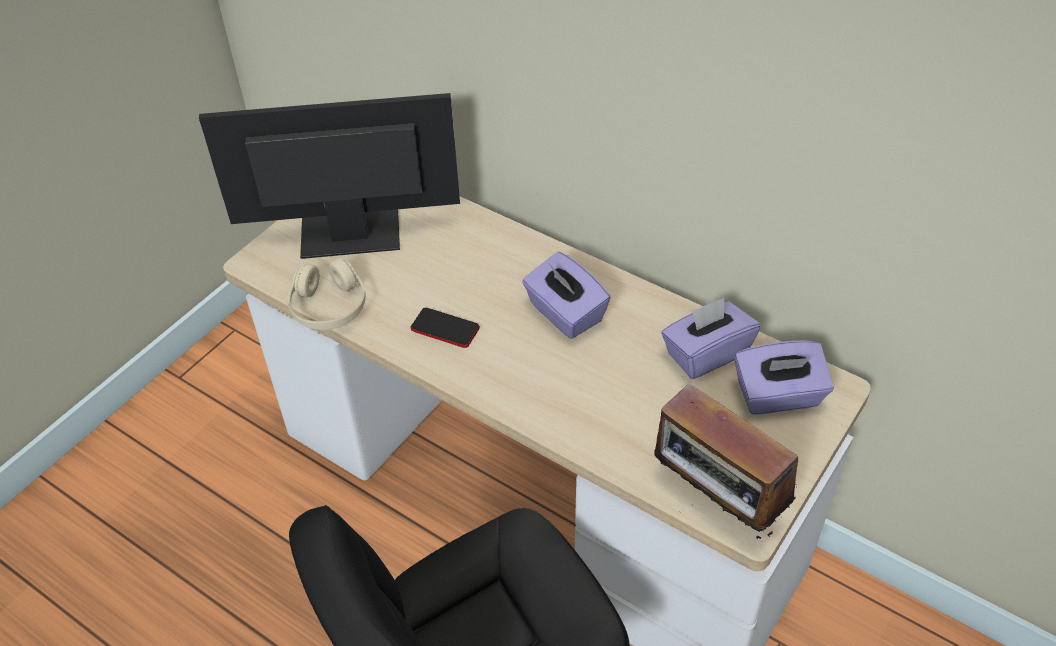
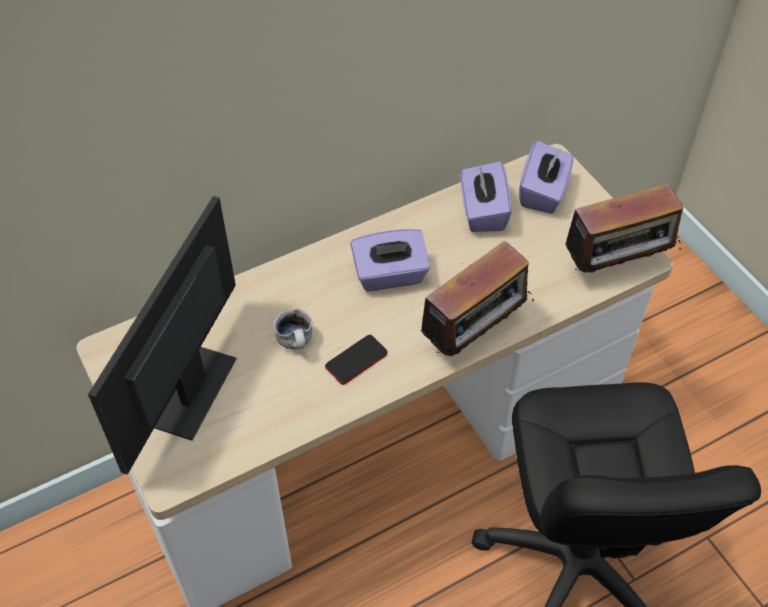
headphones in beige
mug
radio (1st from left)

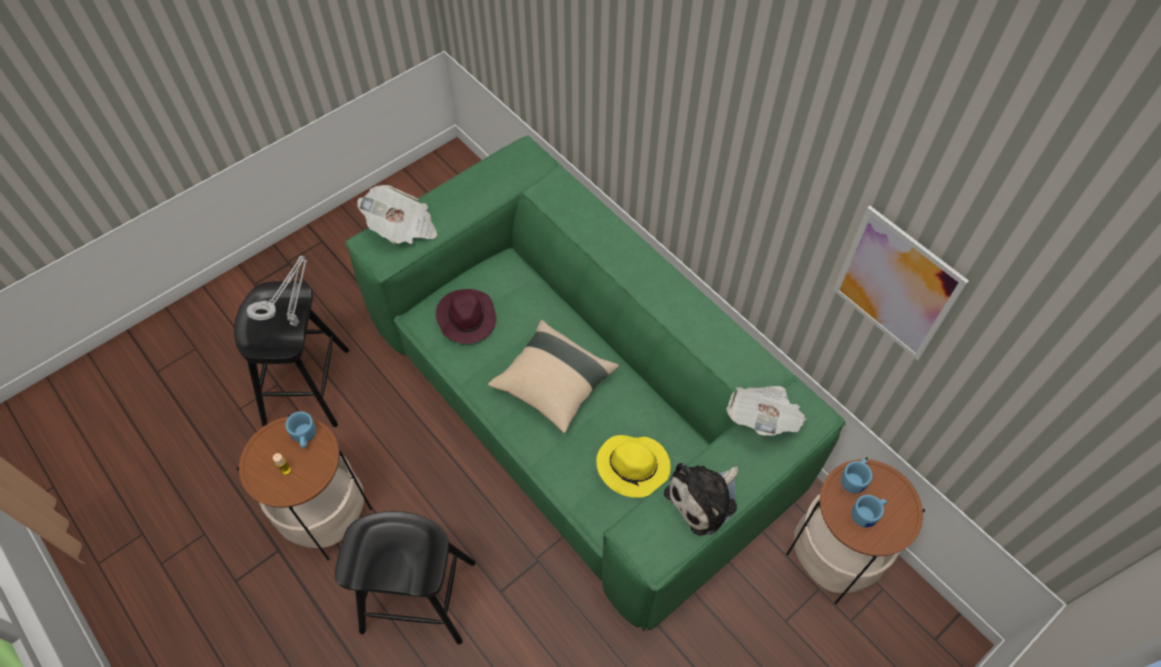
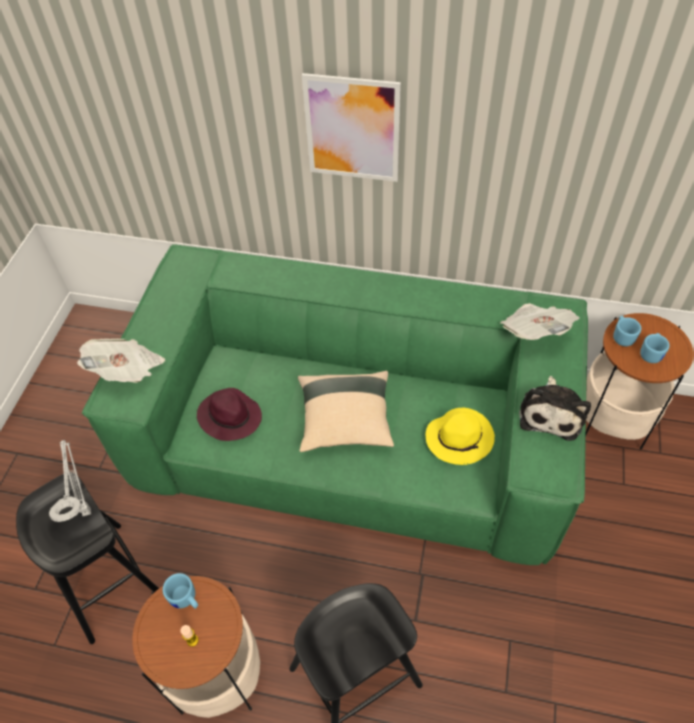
picture

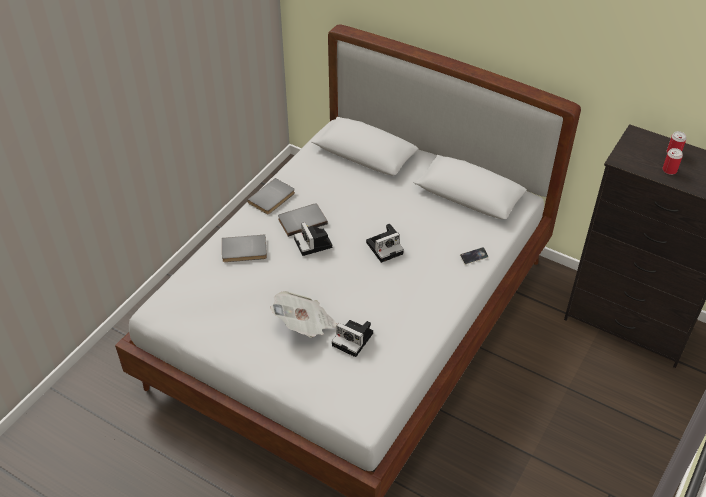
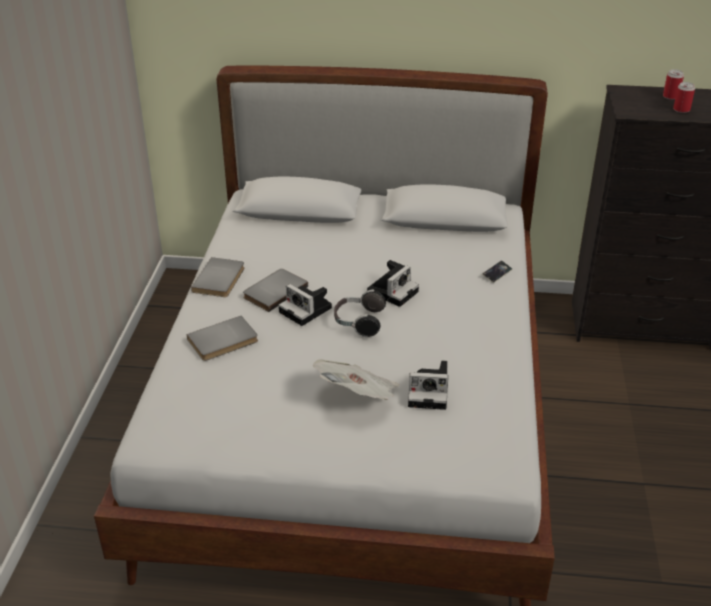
headphones

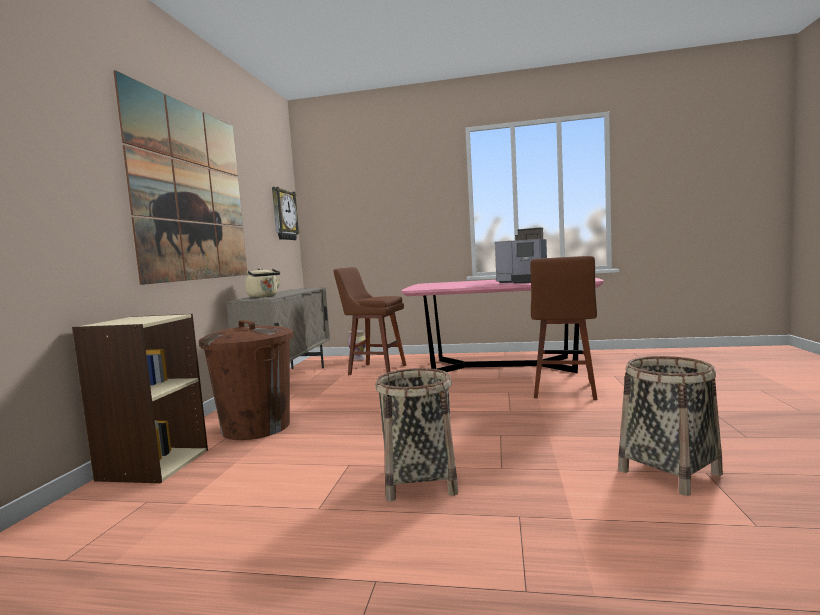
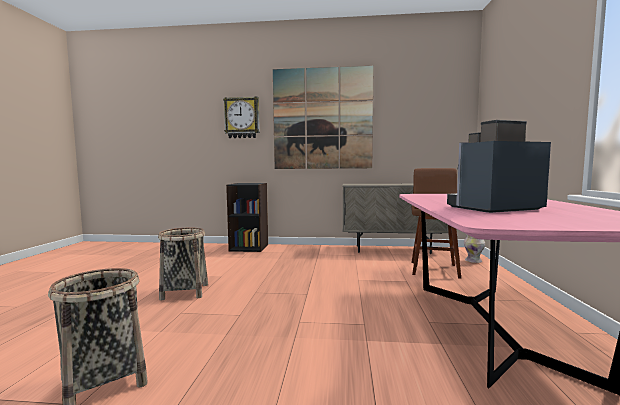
bookcase in black
trash can in brown
kettle in beige
wall clock
coffee machine
stool in brown (2nd from left in the first image)

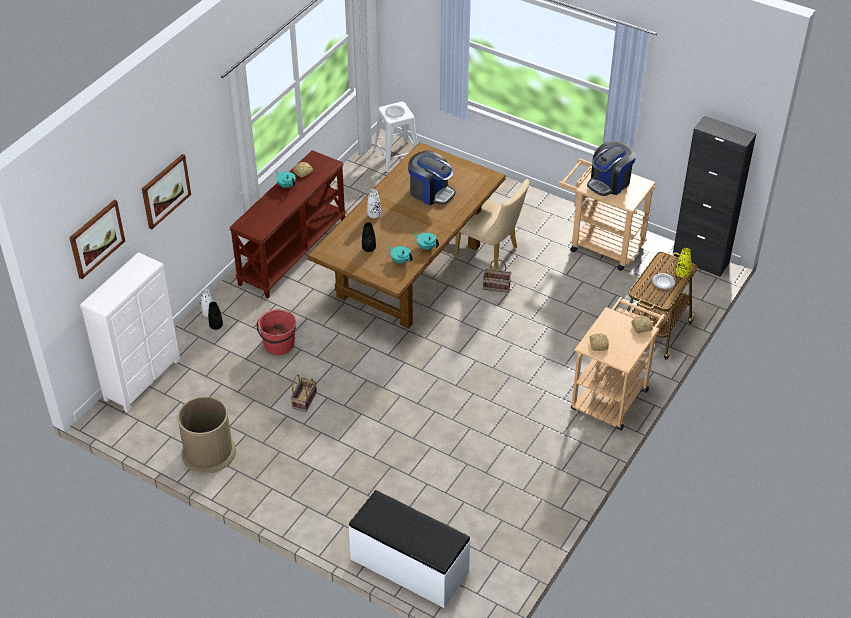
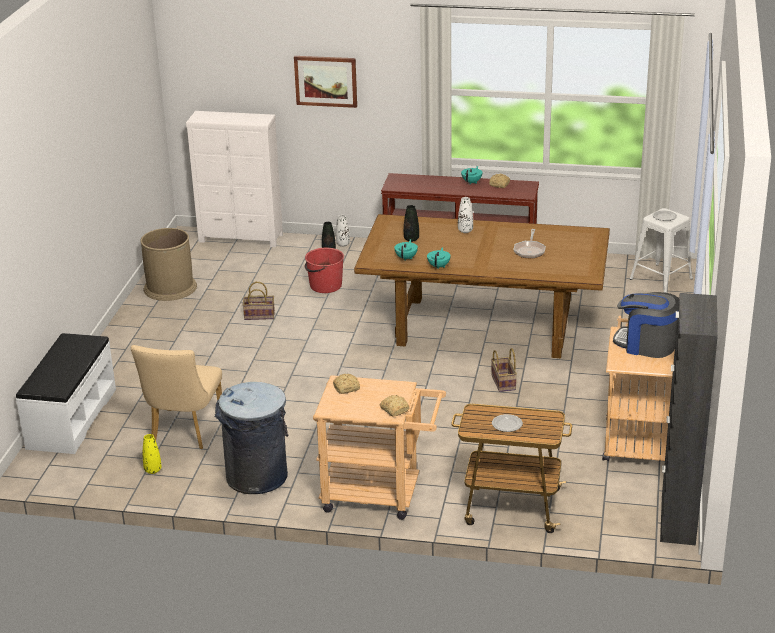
picture (1st from left in the first image)
frying pan
chair in beige
vase in yellow
trash can in grey

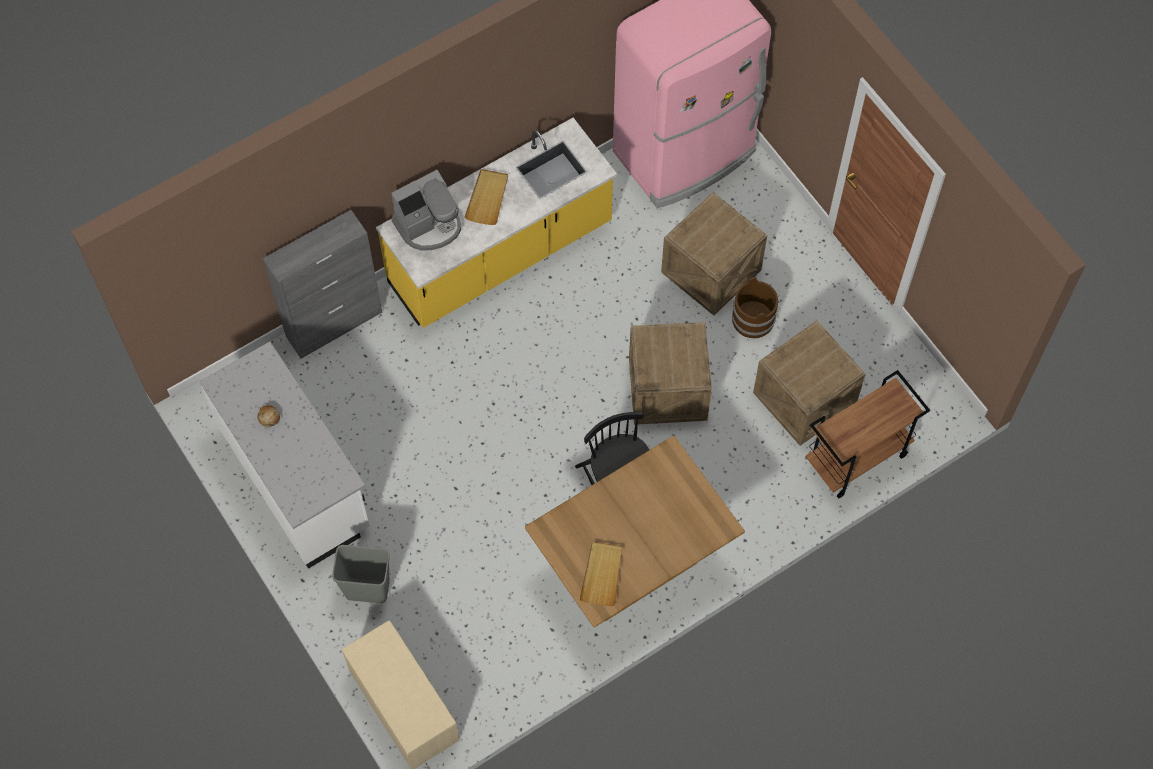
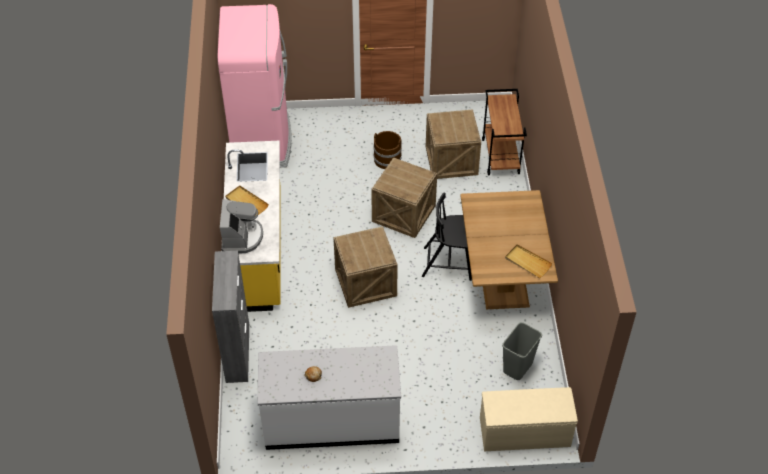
trash can in grey
crate (1st from left)

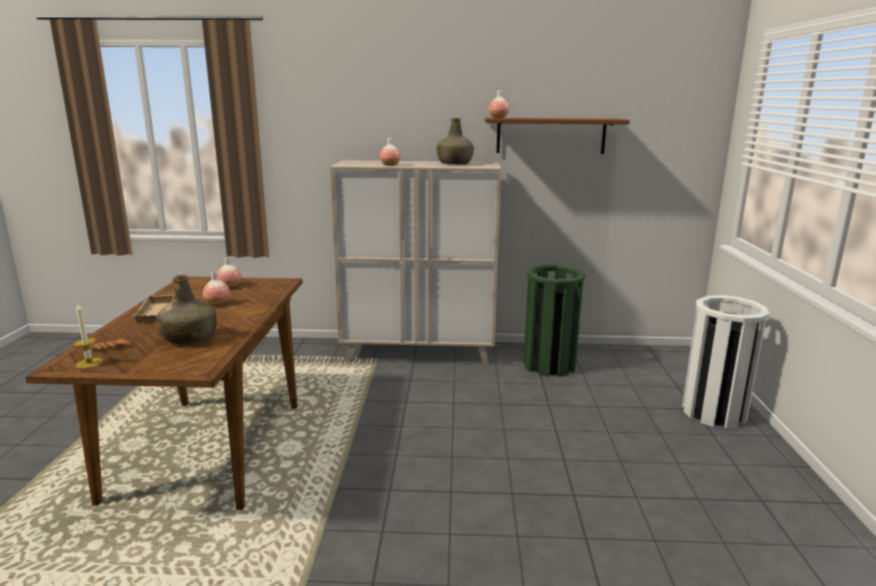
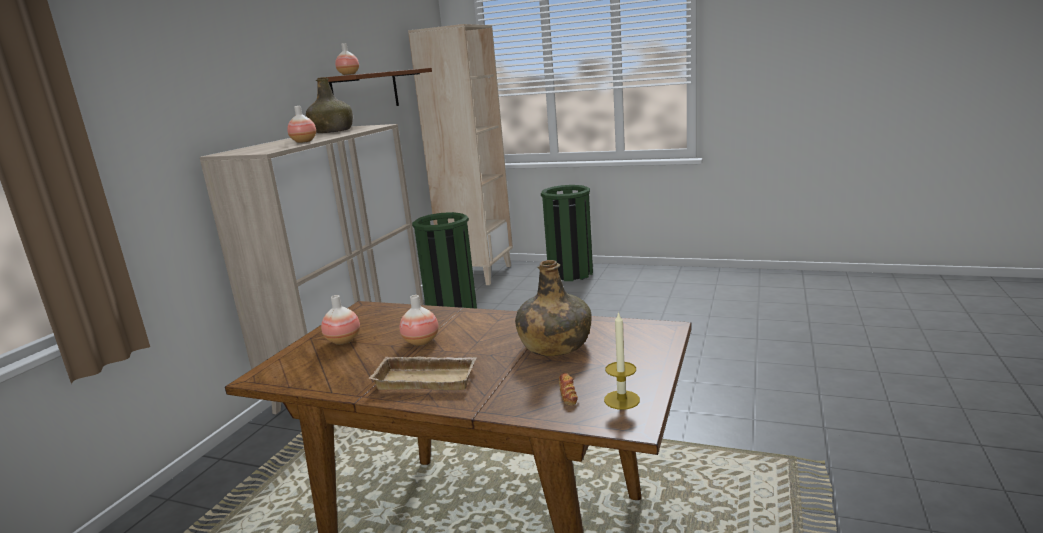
trash can in green (2nd from left)
bookcase in beige

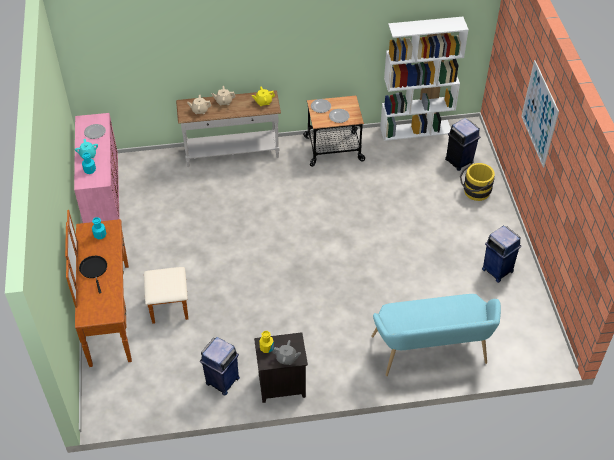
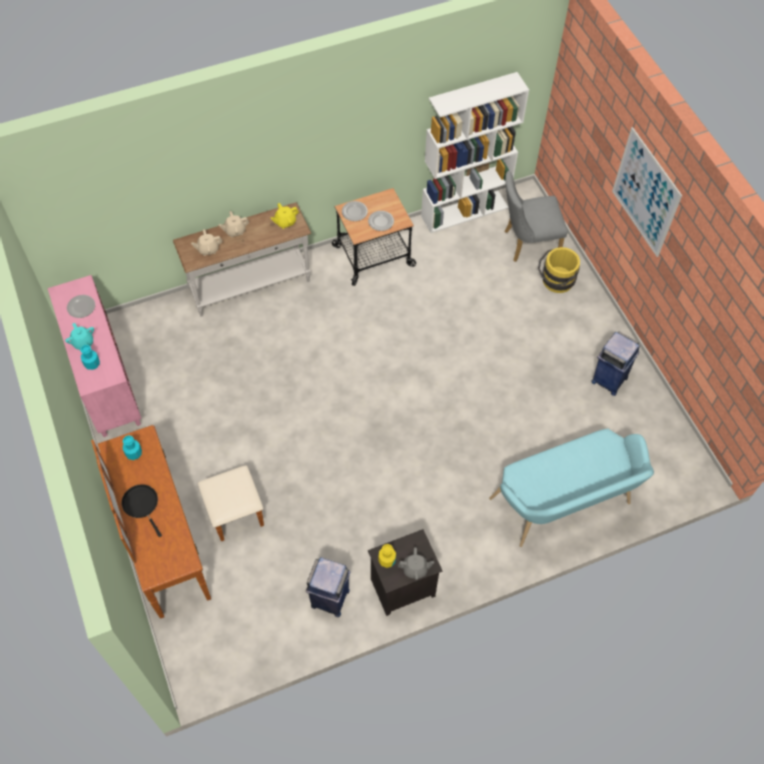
chair in grey

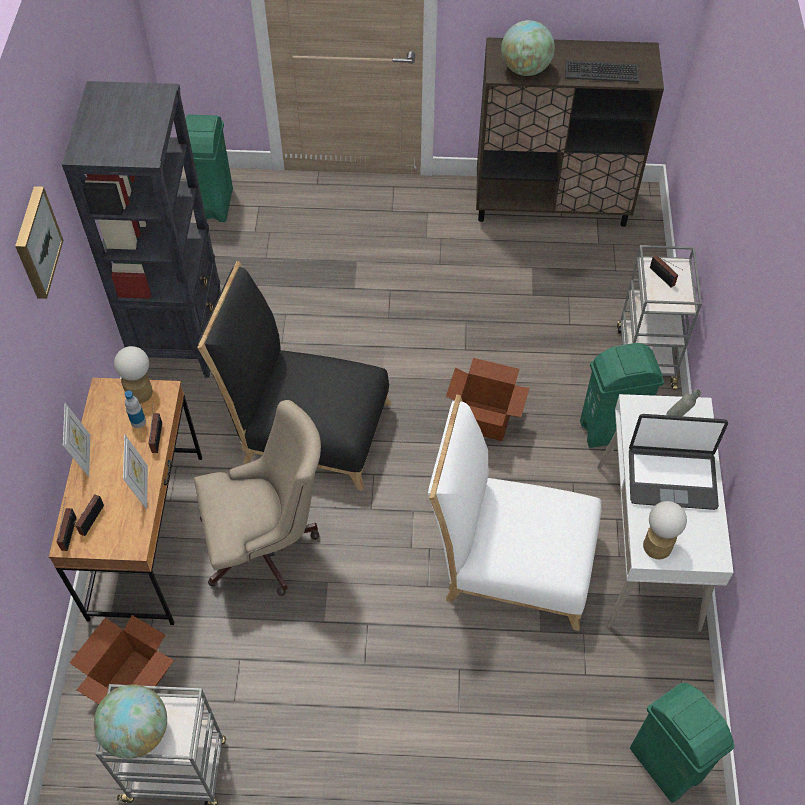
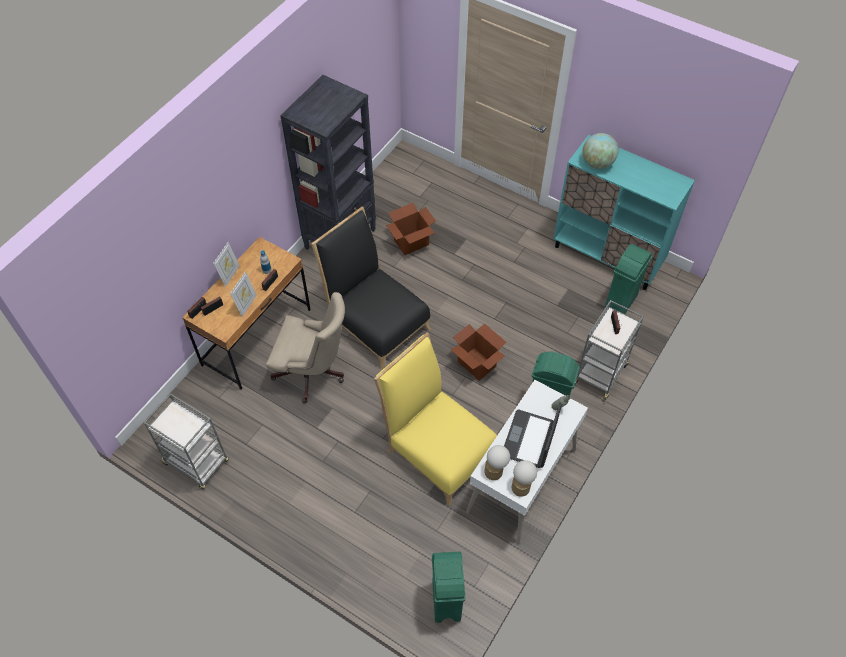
picture
cardboard box (1st from left)
globe (1st from left in the first image)
table lamp (2nd from left)
trash can in green (3rd from left)
chair in yellow
cabinet in turquoise
keyboard
laptop

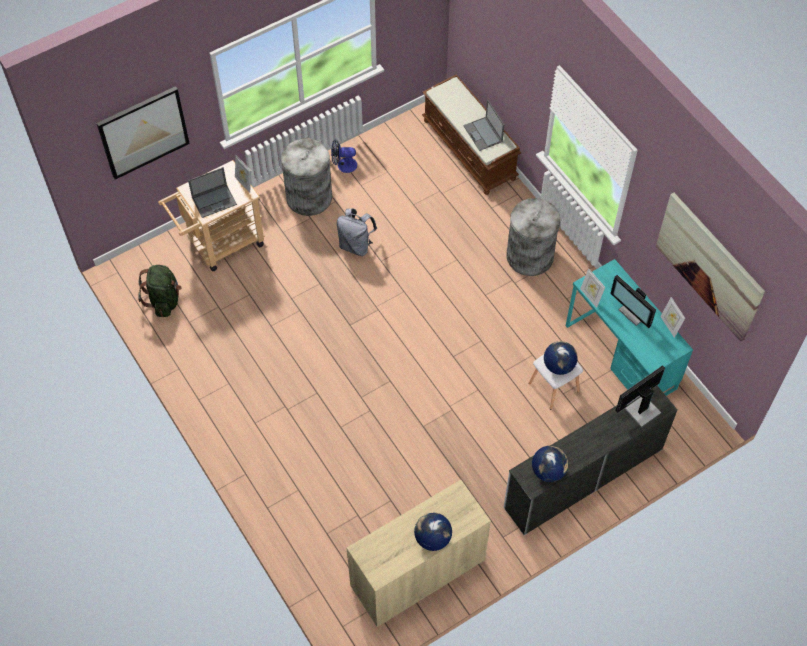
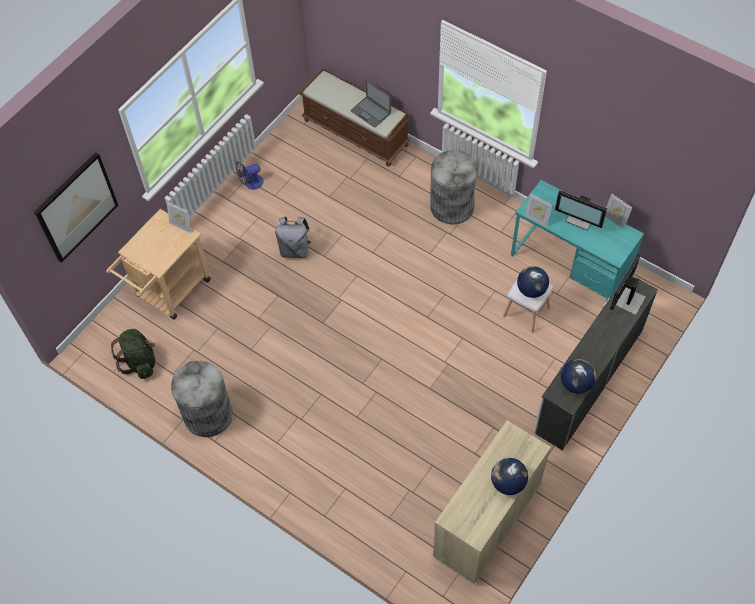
laptop (1st from left in the first image)
trash can in grey (1st from left)
picture (2nd from left in the first image)

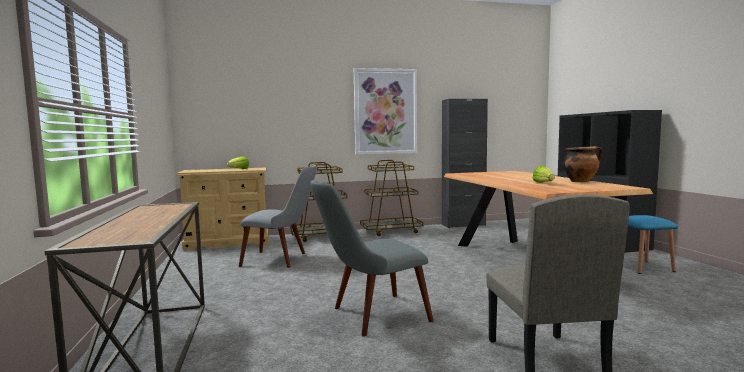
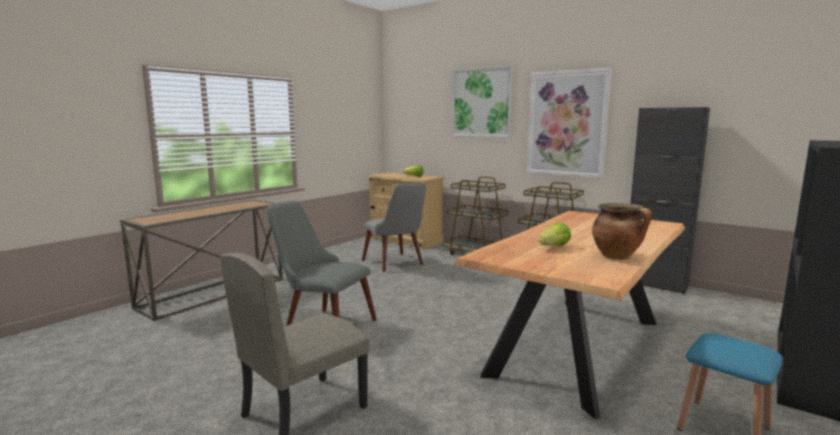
picture (1st from left)

